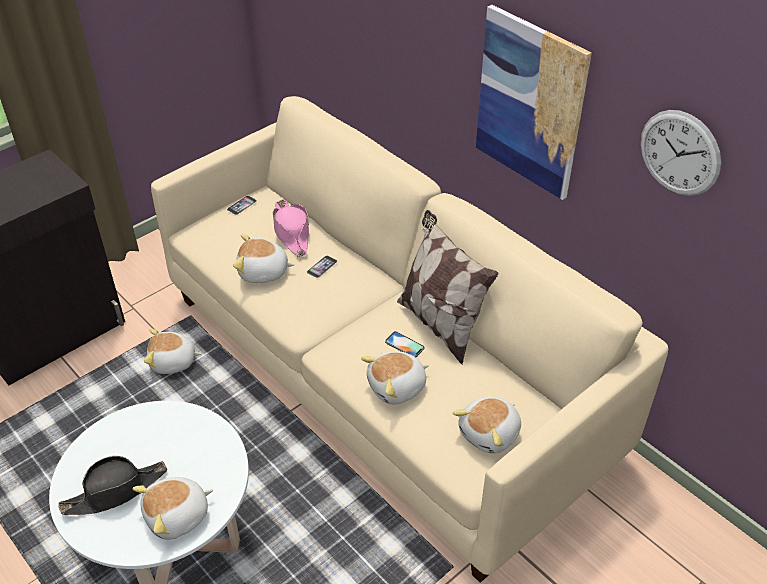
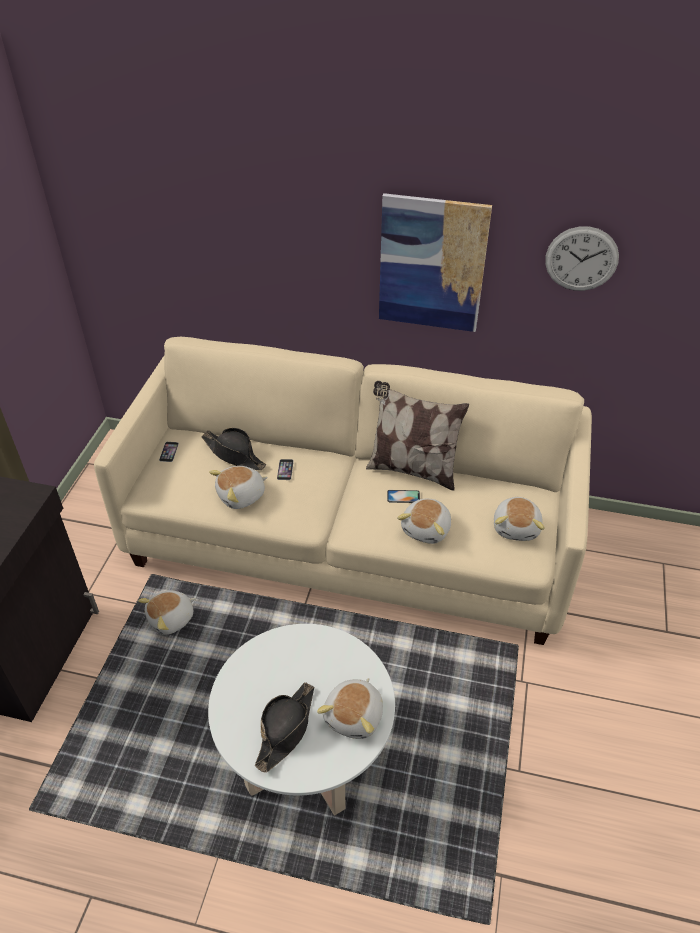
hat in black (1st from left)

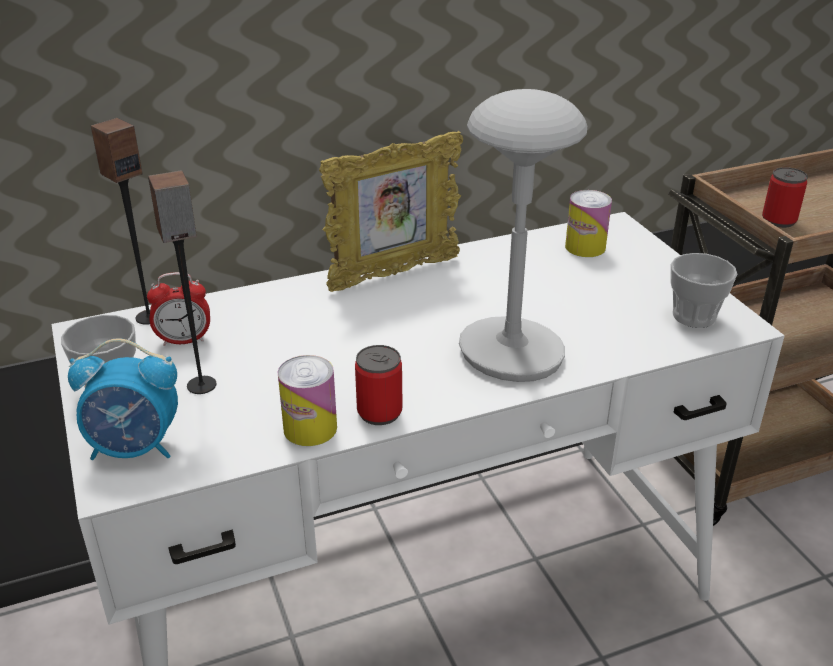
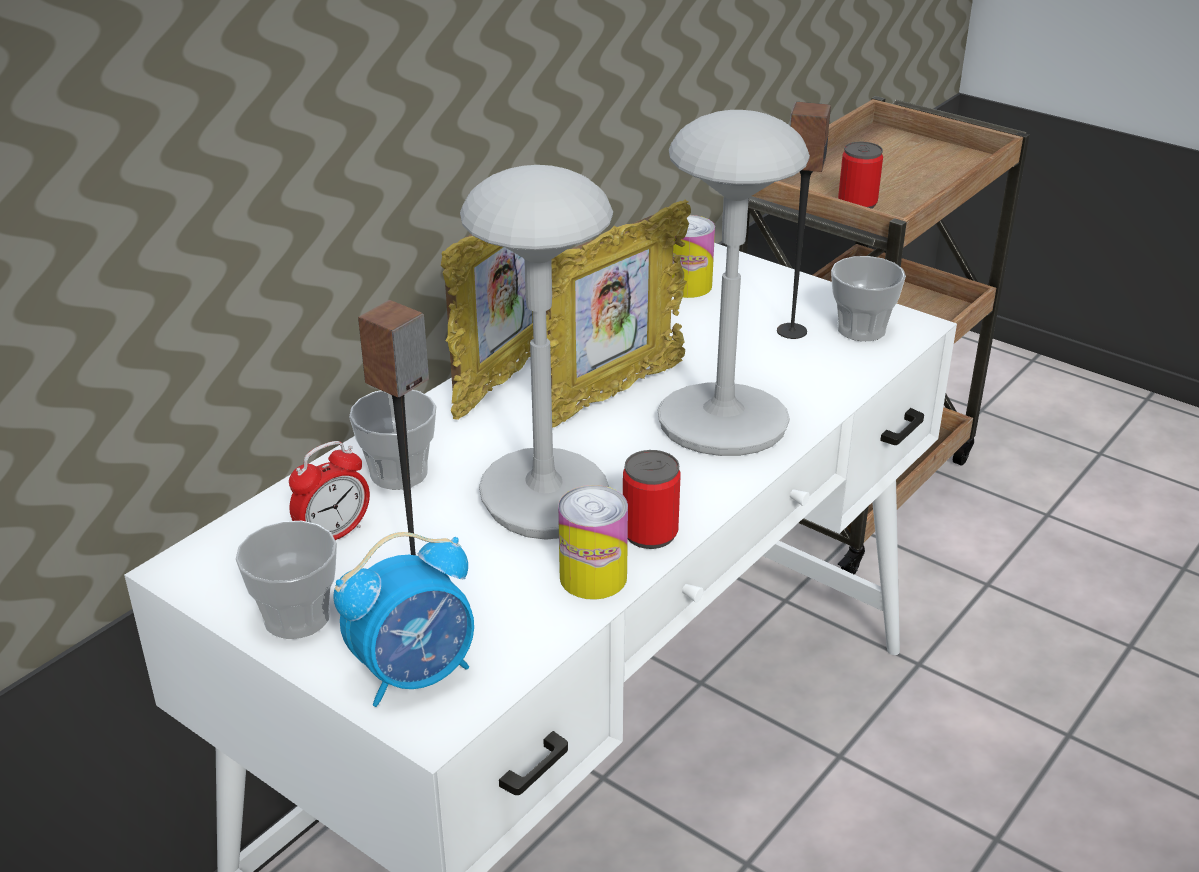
speaker (2nd from left)
cup (2nd from left)
table lamp in grey (1st from left)
picture frame (2nd from left)

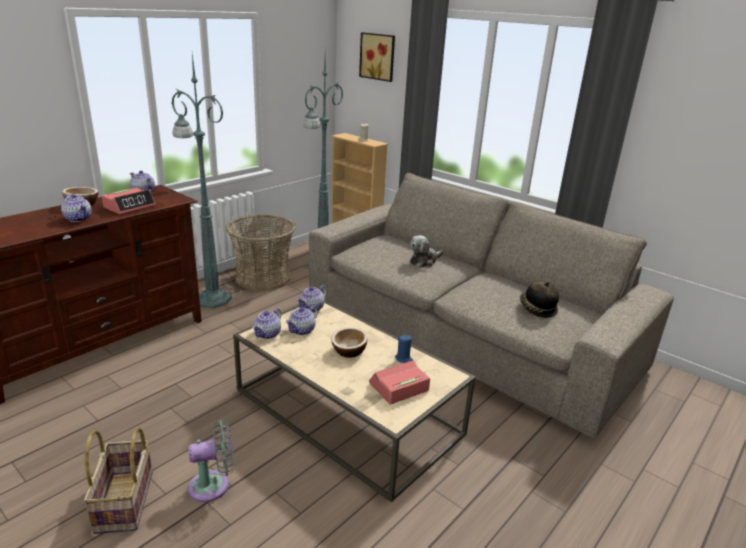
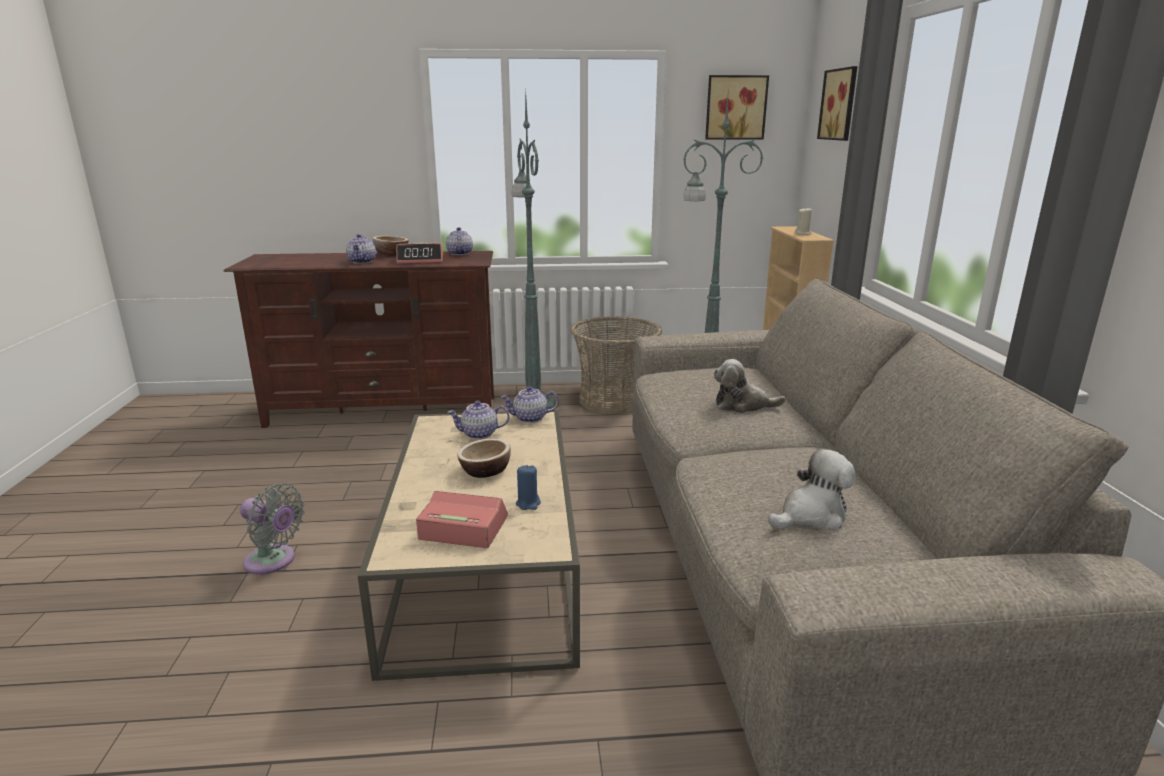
basket (1st from left in the first image)
teapot (3rd from left in the first image)
plush toy (2nd from left)
picture (1st from left)

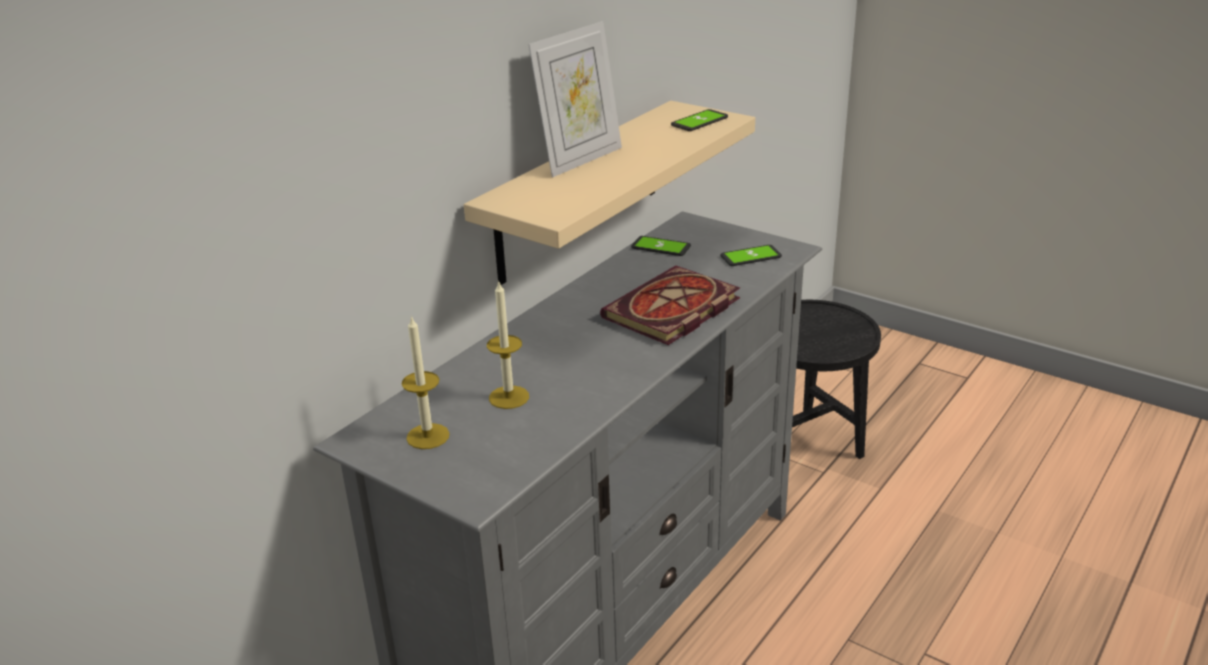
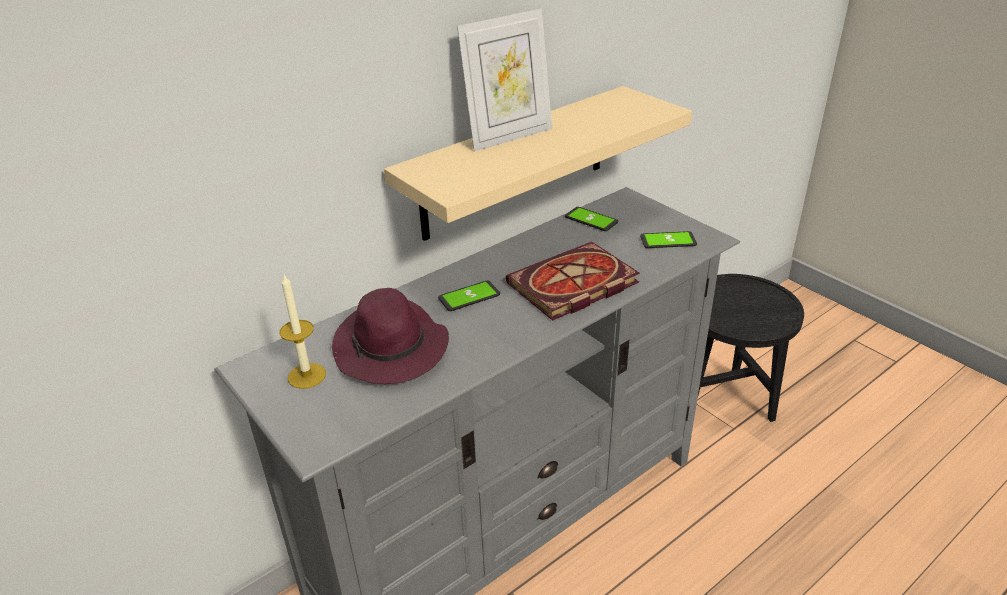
hat in purple
phone (1st from left)

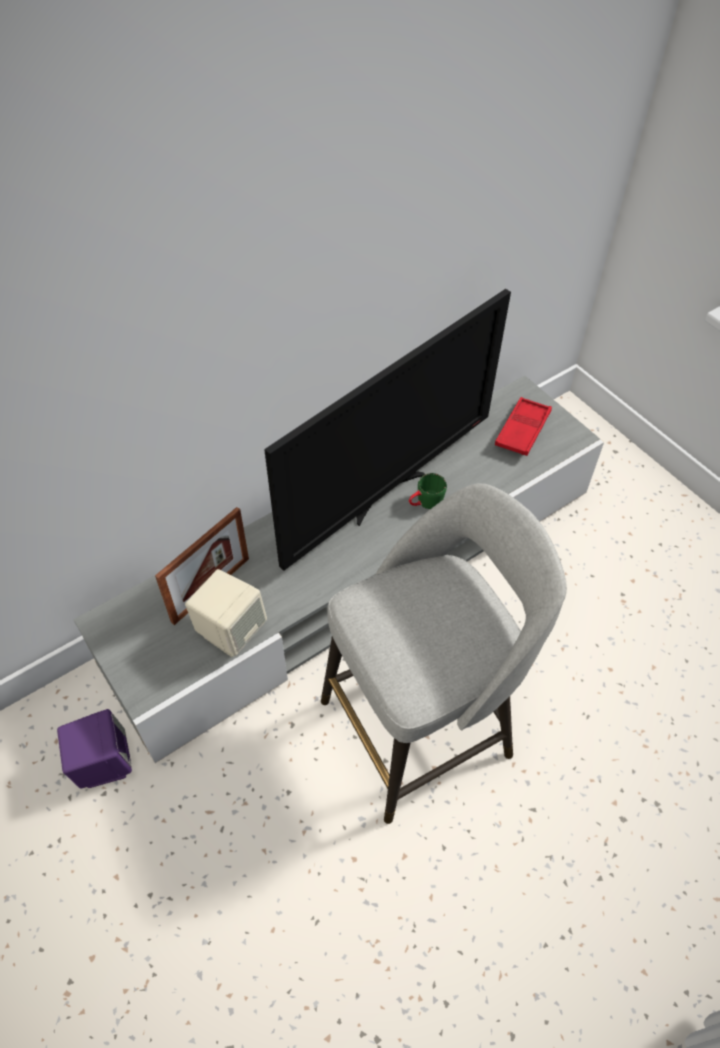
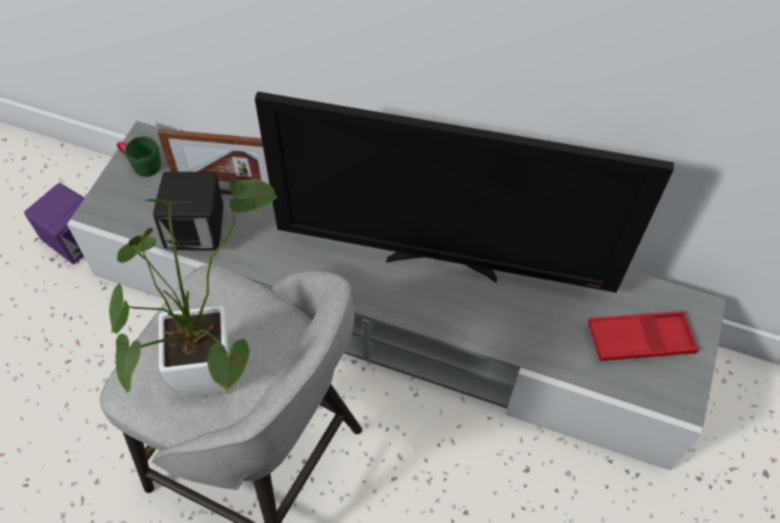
speaker in black
mug in green
potted plant

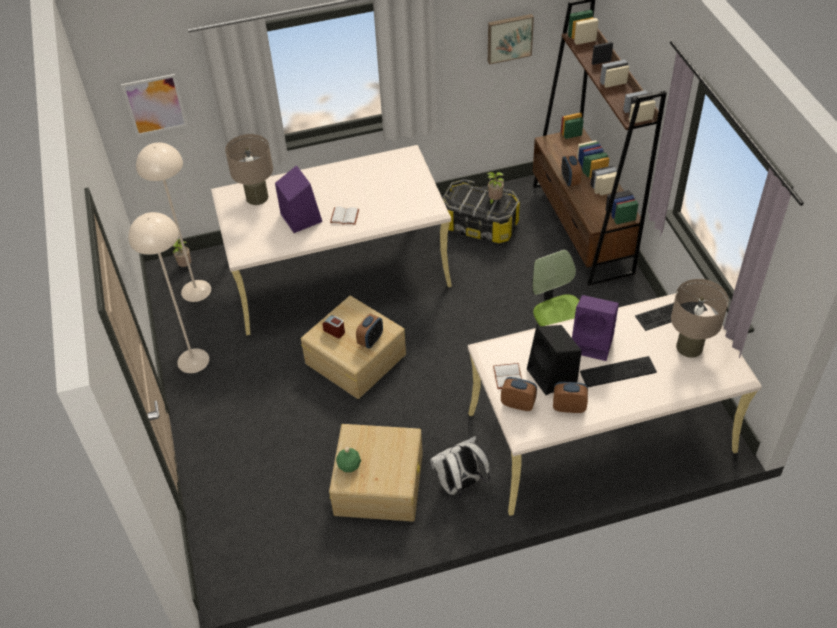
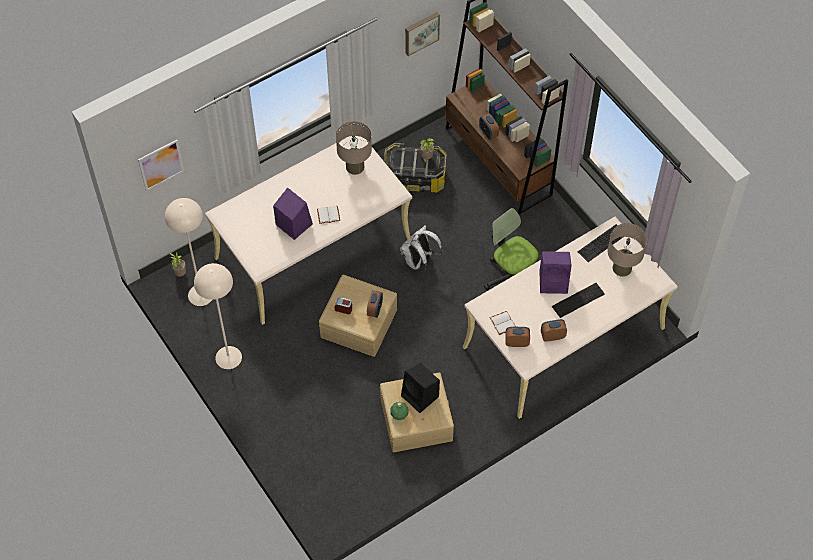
table lamp in beige (1st from left)
backpack in white
speaker in black

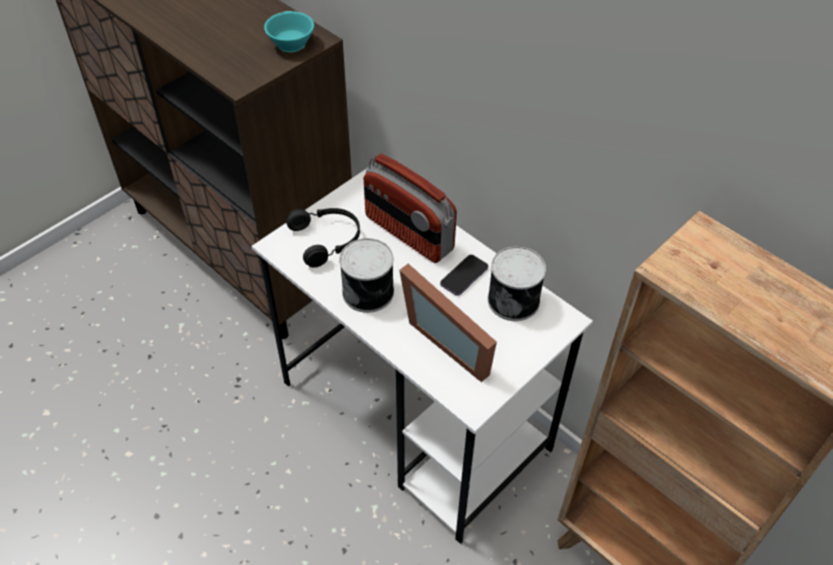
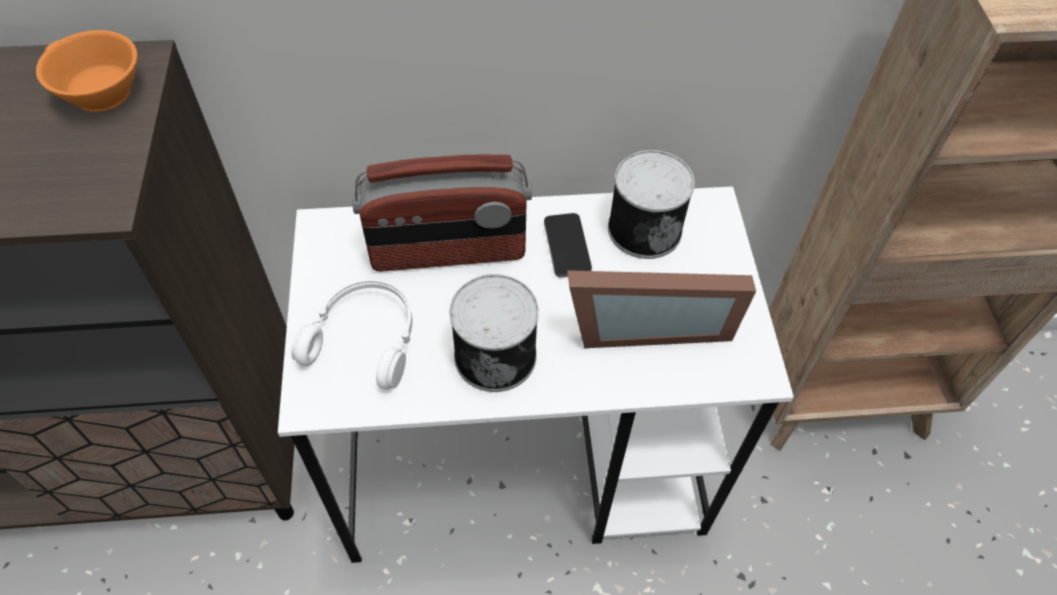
cup in orange
headphones in white

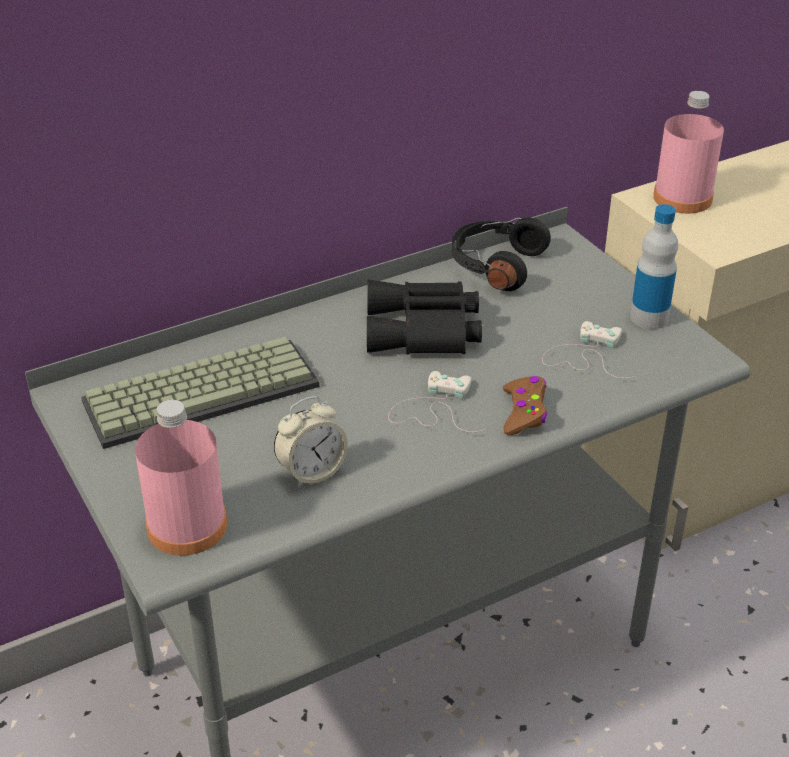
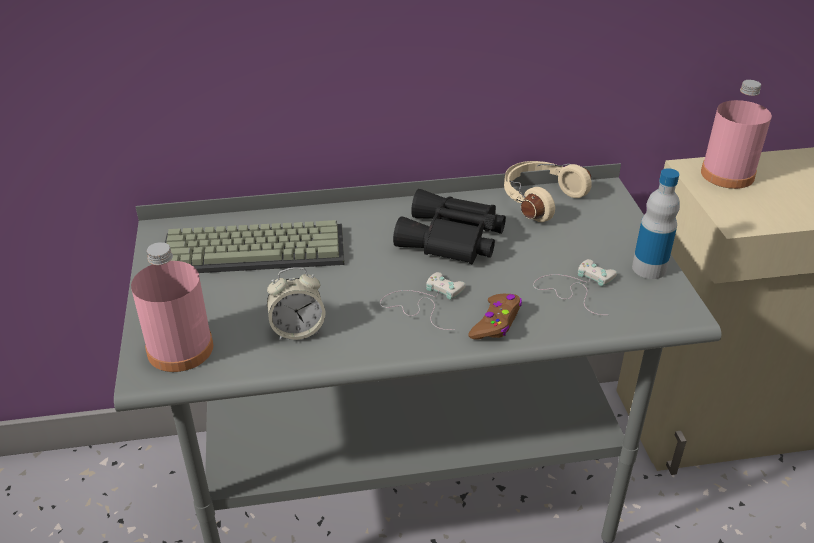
headphones in beige

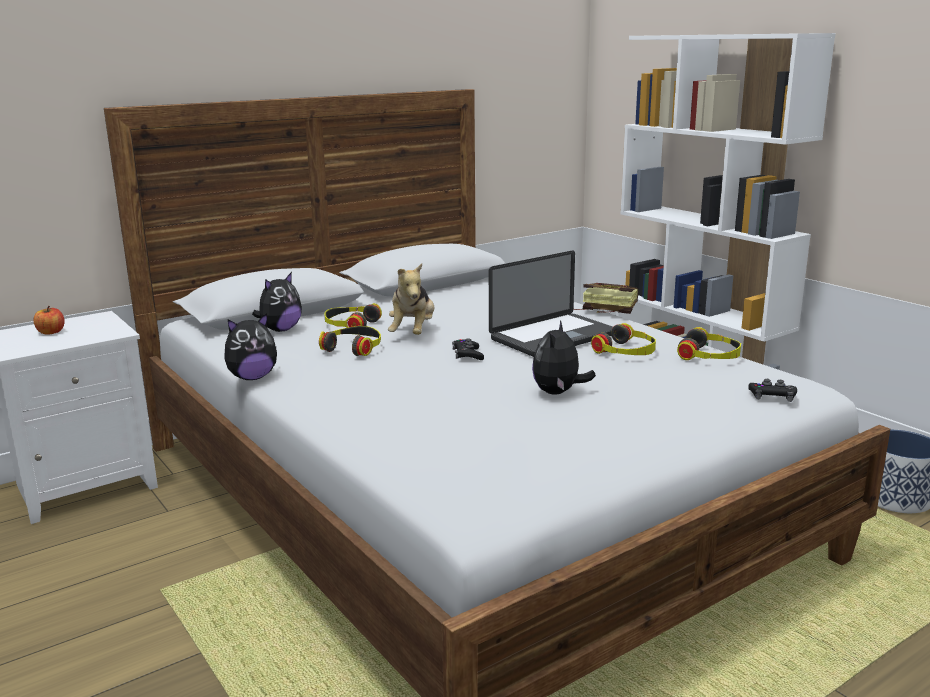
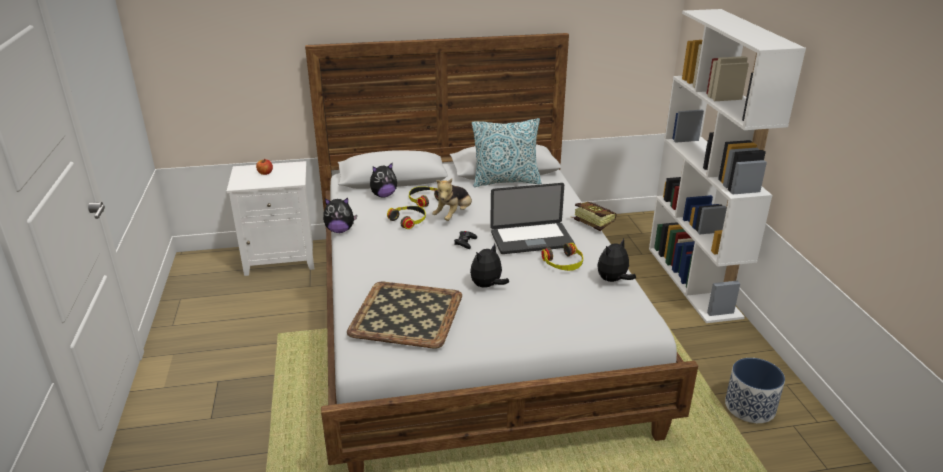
plush toy (5th from left)
game controller in black (2nd from left in the first image)
tray
pillow

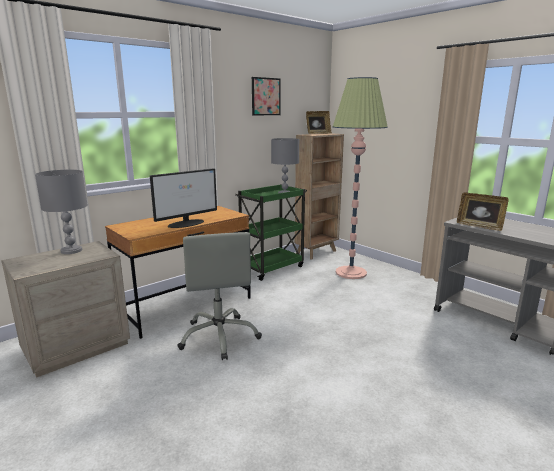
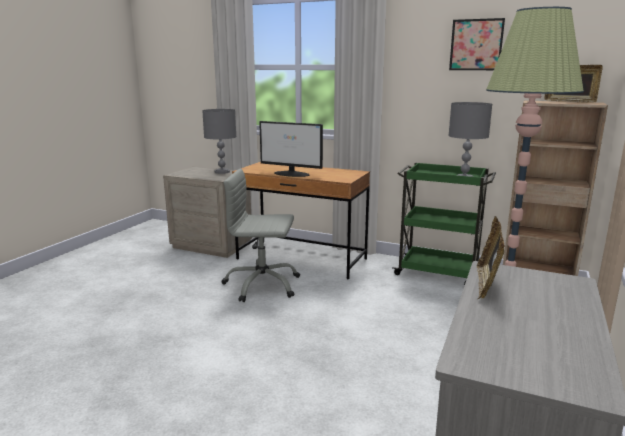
office chair in grey

